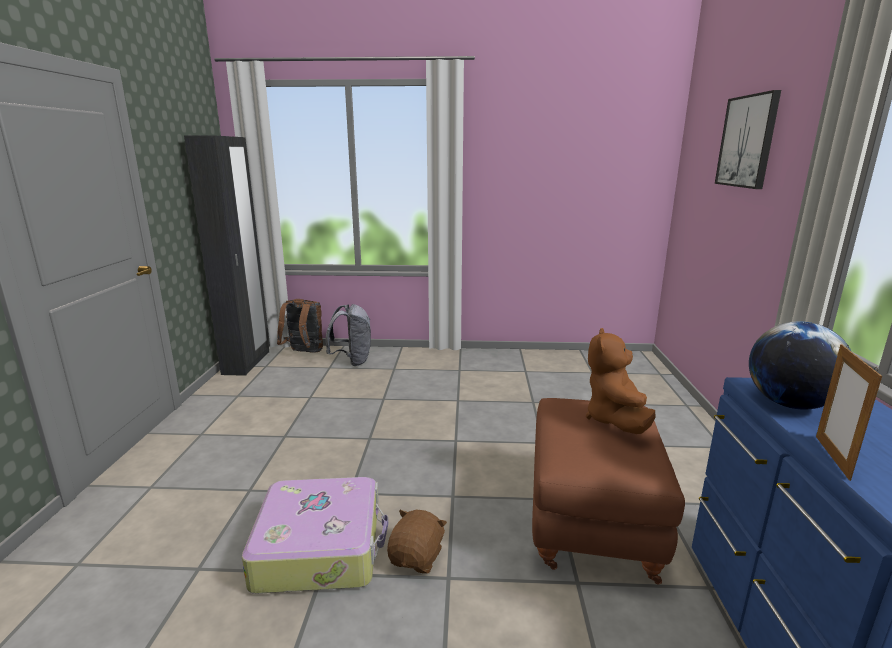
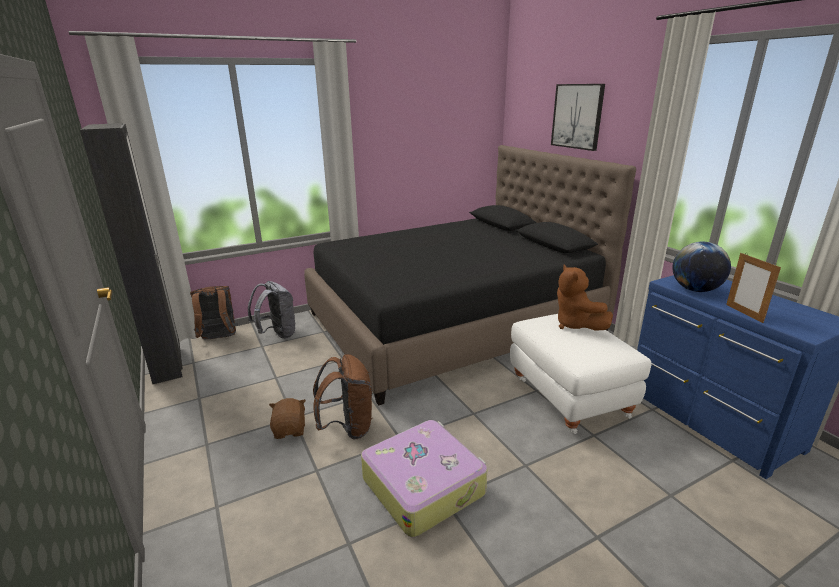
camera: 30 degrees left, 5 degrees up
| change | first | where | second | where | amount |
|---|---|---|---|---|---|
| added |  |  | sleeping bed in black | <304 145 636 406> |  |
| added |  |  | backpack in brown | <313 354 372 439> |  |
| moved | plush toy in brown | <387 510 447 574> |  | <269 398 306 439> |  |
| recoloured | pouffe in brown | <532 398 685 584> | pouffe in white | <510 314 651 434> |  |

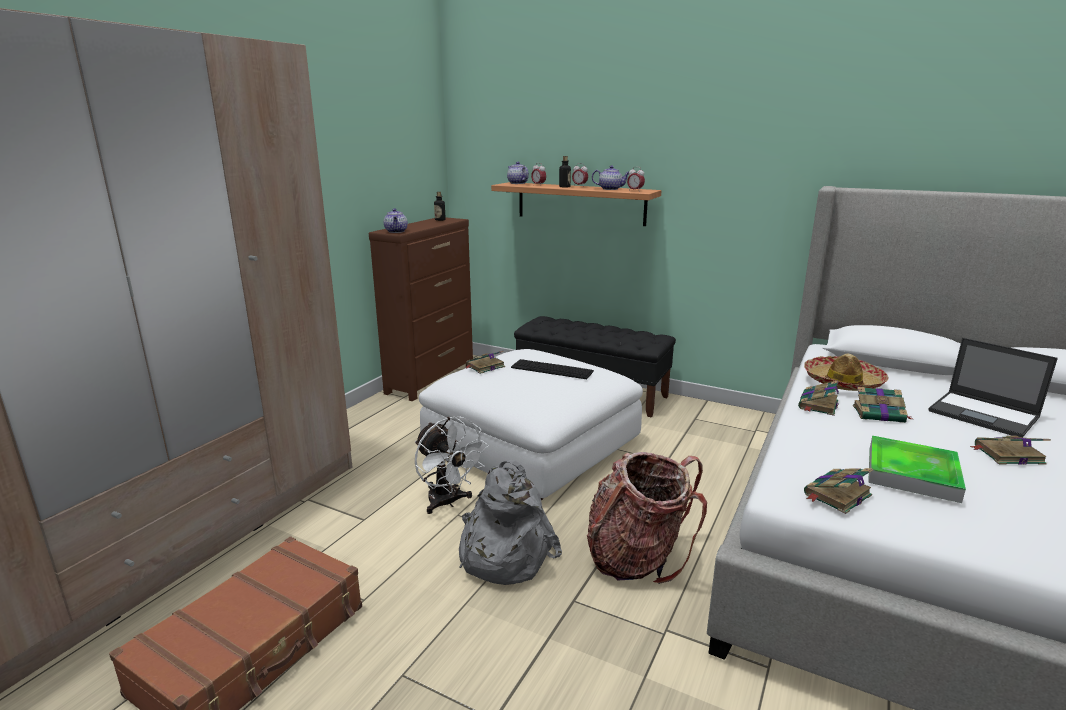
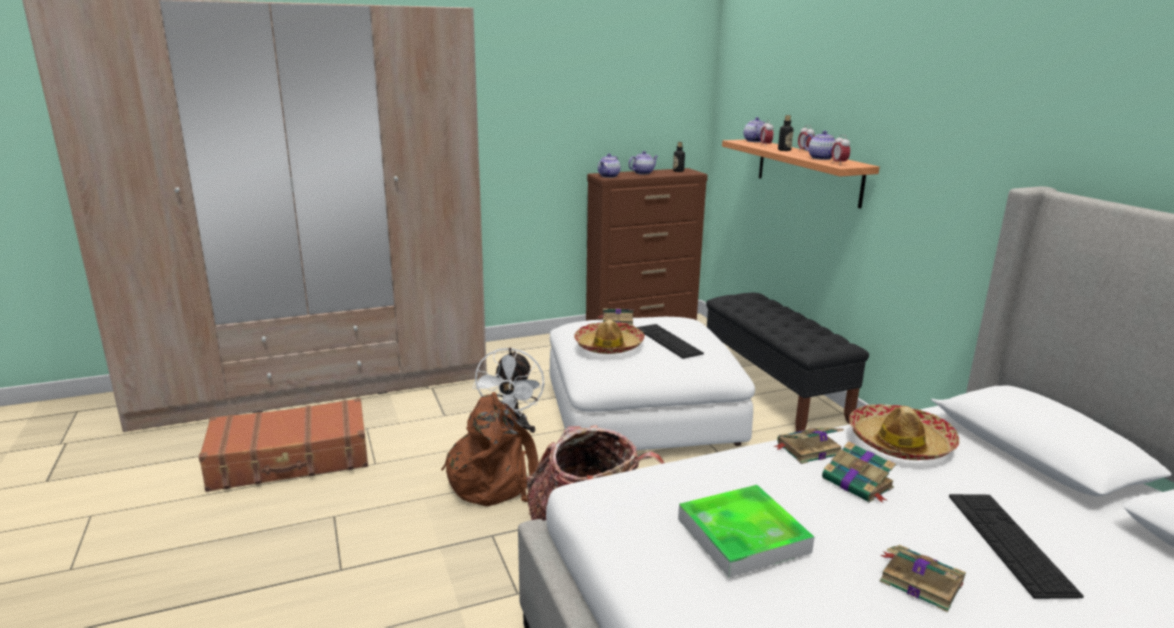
camera: 40 degrees right, 0 degrees up
| change | first | where | second | where | amount |
|---|---|---|---|---|---|
| removed | bound book | <804 468 873 514> |  |  |  |
| added |  |  | clothing hat | <574 320 645 354> |  |
| added |  |  | tea pot | <628 151 658 175> |  |
| replaced | laptop | <928 338 1058 437> | computer keyboard | <949 494 1084 599> |  |
| recoloured | backpack in grey | <459 460 562 585> | backpack in brown | <441 392 539 506> |  |

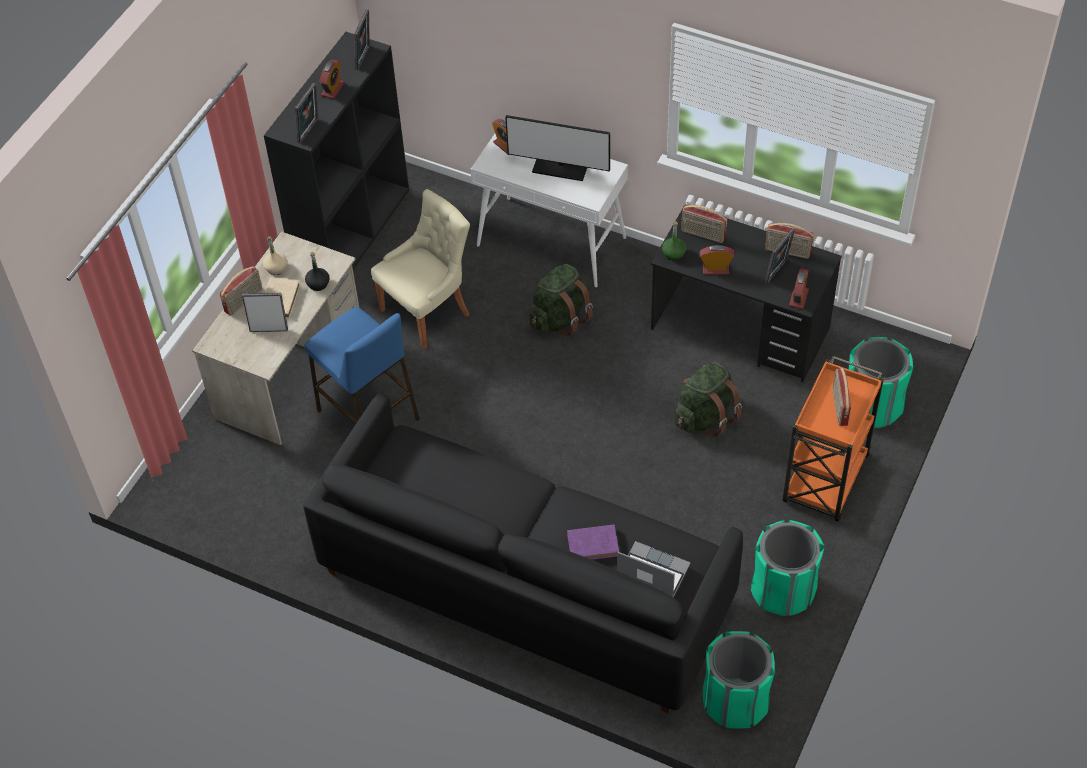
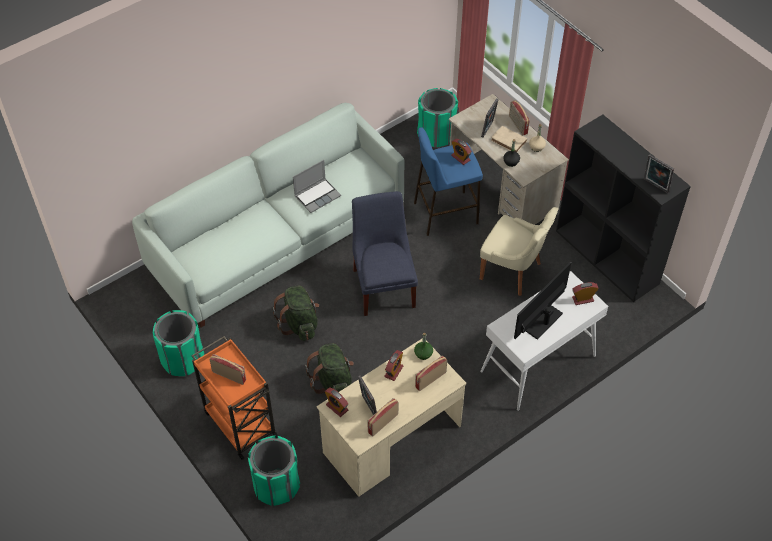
camera: 115 degrees right, 0 degrees up
| change | first | where | second | where | amount |
|---|---|---|---|---|---|
| removed | picture frame | <295 83 318 144> |  |  |  |
| removed | bound book in purple-coloured | <567 525 619 560> |  |  |  |
| added |  |  | upright chair in blue | <352 191 418 316> |  |
| moved | alarm clock | <319 60 344 99> |  | <451 139 472 165> |  |
| moved | backpack in greenish | <530 264 593 337> |  | <272 286 319 341> |  |
| moved | laptop | <617 541 691 598> |  | <293 160 341 213> |  |
| moved | trash can in greenish | <703 631 775 728> |  | <417 88 458 148> |  |
| recoloured | sofa in black | <303 393 743 713> | sofa in white | <132 103 404 328> |  |
| recoloured | desk table in black | <651 205 842 382> | desk table in beige-coloured | <316 338 467 497> |  |
| turned | upright chair in beige-coloured | <371 189 470 349> |  | <480 207 558 296> | 45 degrees counterclockwise |

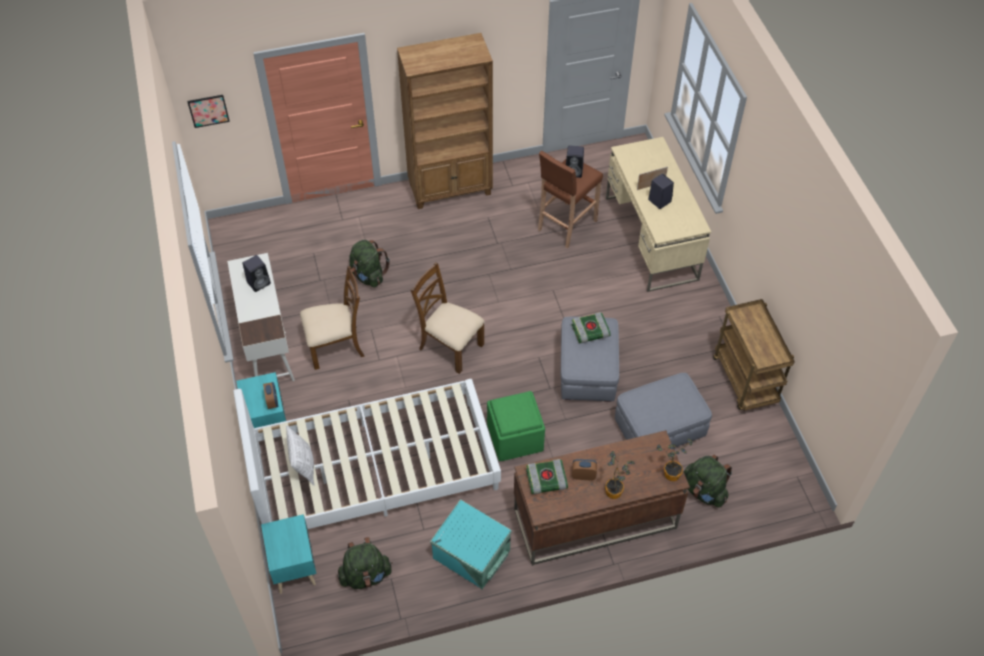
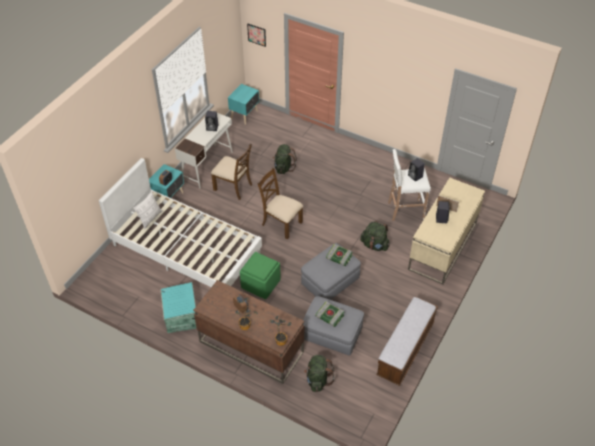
camera: 45 degrees right, 5 degrees down
| change | first | where | second | where | amount |
|---|---|---|---|---|---|
| removed | bookcase in brown | <397 33 493 209> |  |  |  |
| moved | night table in turquoise-coloured | <261 514 316 594> |  | <228 84 259 125> |  |
| moved | backpack in greenish | <337 537 393 589> |  | <360 221 390 251> |  |
| moved | bound book | <526 459 568 494> |  | <315 302 344 327> |  |
| replaced | trolley in brown | <713 299 795 411> | long seat | <376 296 438 386> |  |
| recoloured | sitting stool in brown | <538 151 603 248> | sitting stool in white | <388 149 431 221> |  |
| turned | upright chair in brown | <410 262 485 374> |  | <257 168 303 239> | 45 degrees counterclockwise |

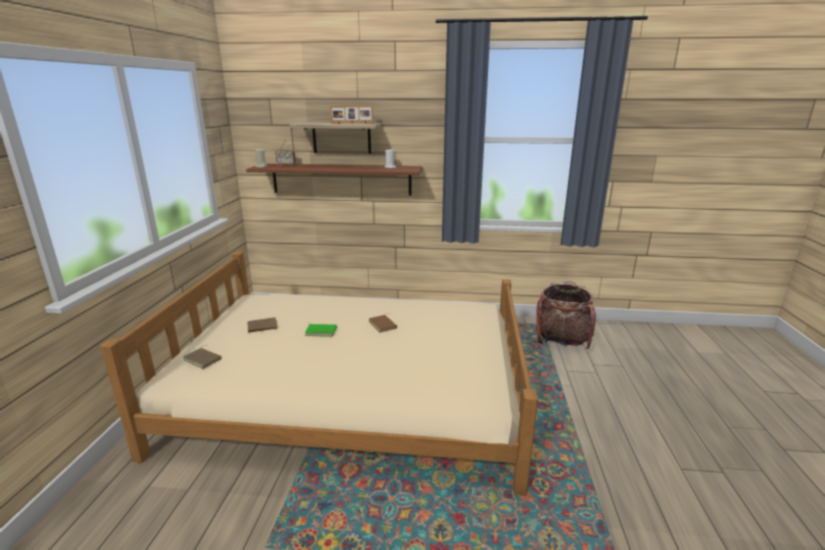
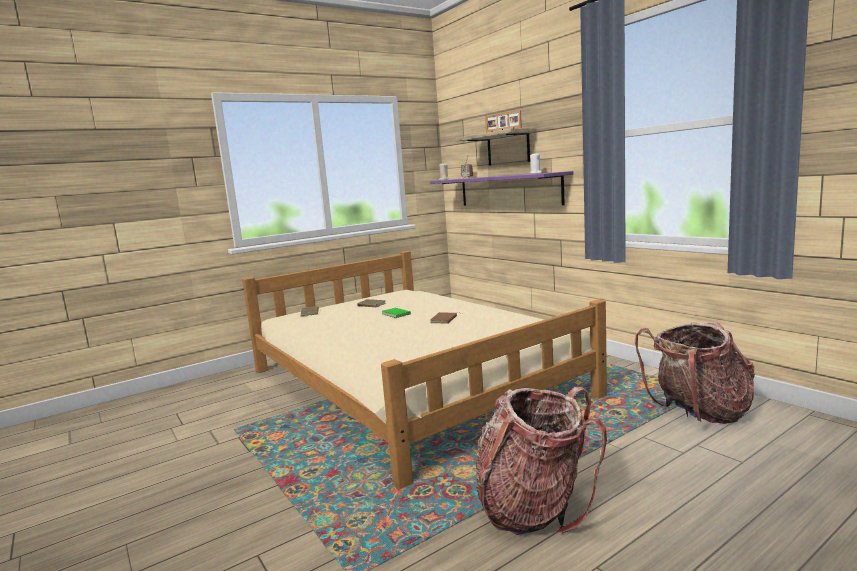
camera: 50 degrees right, 10 degrees down
| change | first | where | second | where | amount |
|---|---|---|---|---|---|
| added |  |  | backpack | <476 387 607 535> |  |
| recoloured | wall shelf in brown | <246 164 422 195> | wall shelf in purple-coloured | <430 171 573 206> |  |

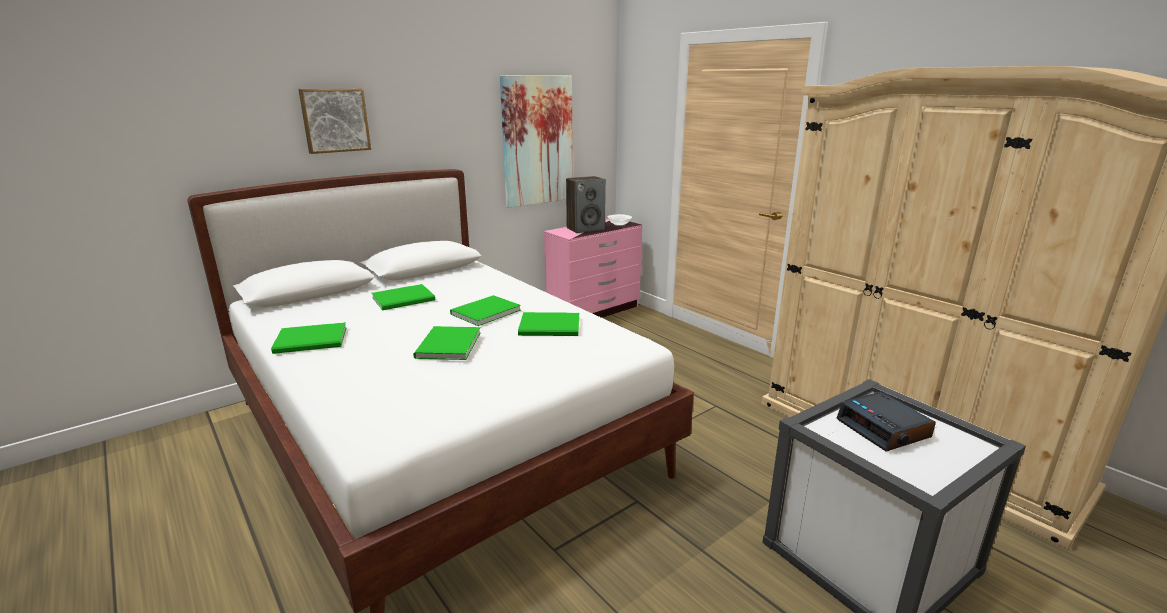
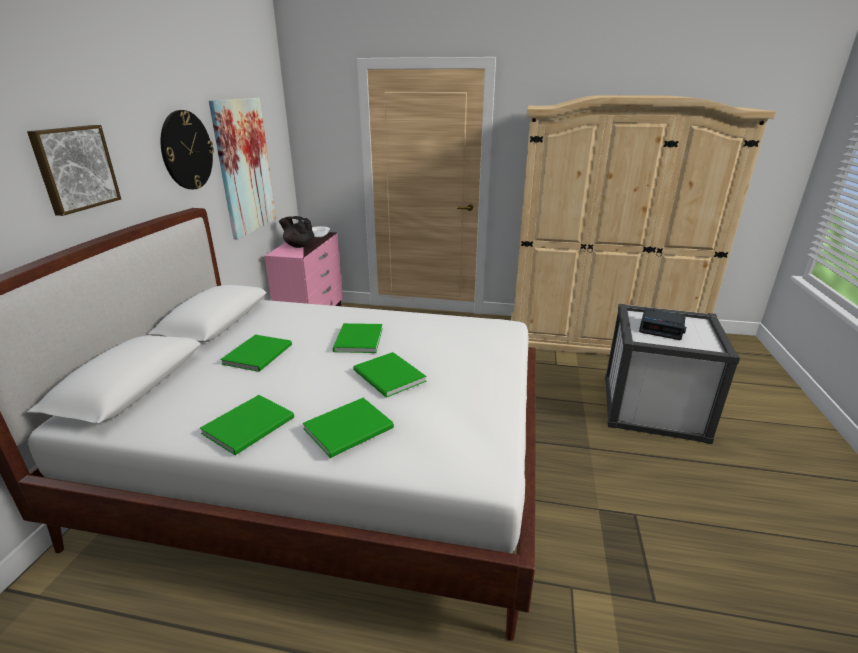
camera: 40 degrees left, 5 degrees up
| change | first | where | second | where | amount |
|---|---|---|---|---|---|
| added |  |  | clock on the wall | <160 110 214 189> |  |
| moved | bound book in greenish | <518 312 579 336> |  | <303 398 394 458> |  |
| replaced | audio speaker | <566 176 606 233> | tea pot in black | <279 216 314 248> |  |

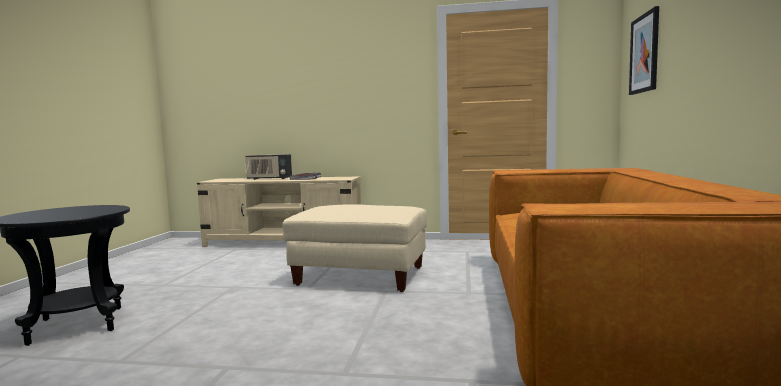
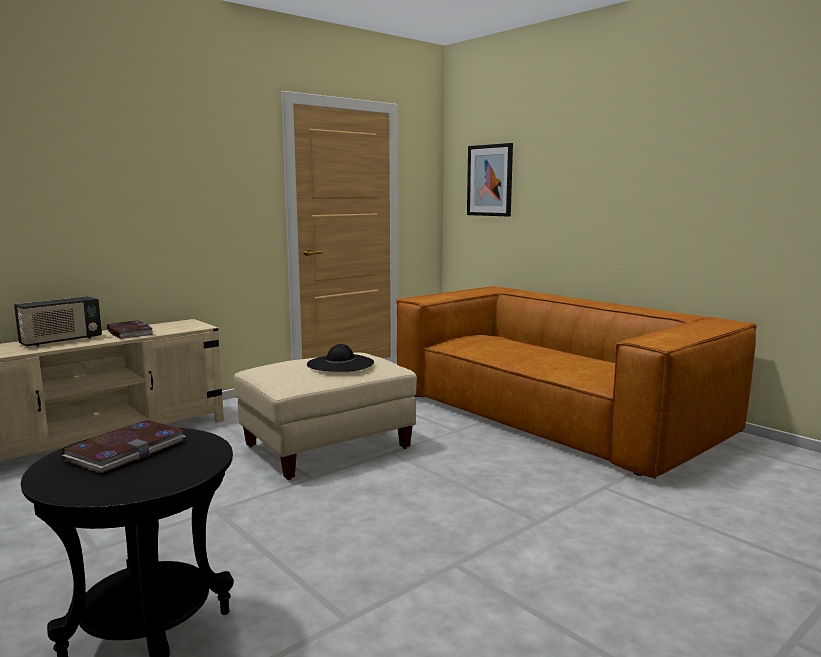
camera: 50 degrees left, 5 degrees up
| change | first | where | second | where | amount |
|---|---|---|---|---|---|
| added |  |  | bound book | <62 420 186 473> |  |
| added |  |  | clothing hat in black | <307 344 374 372> |  |

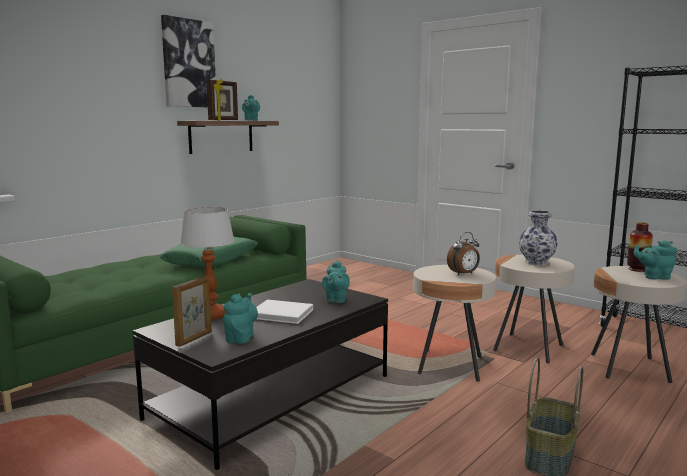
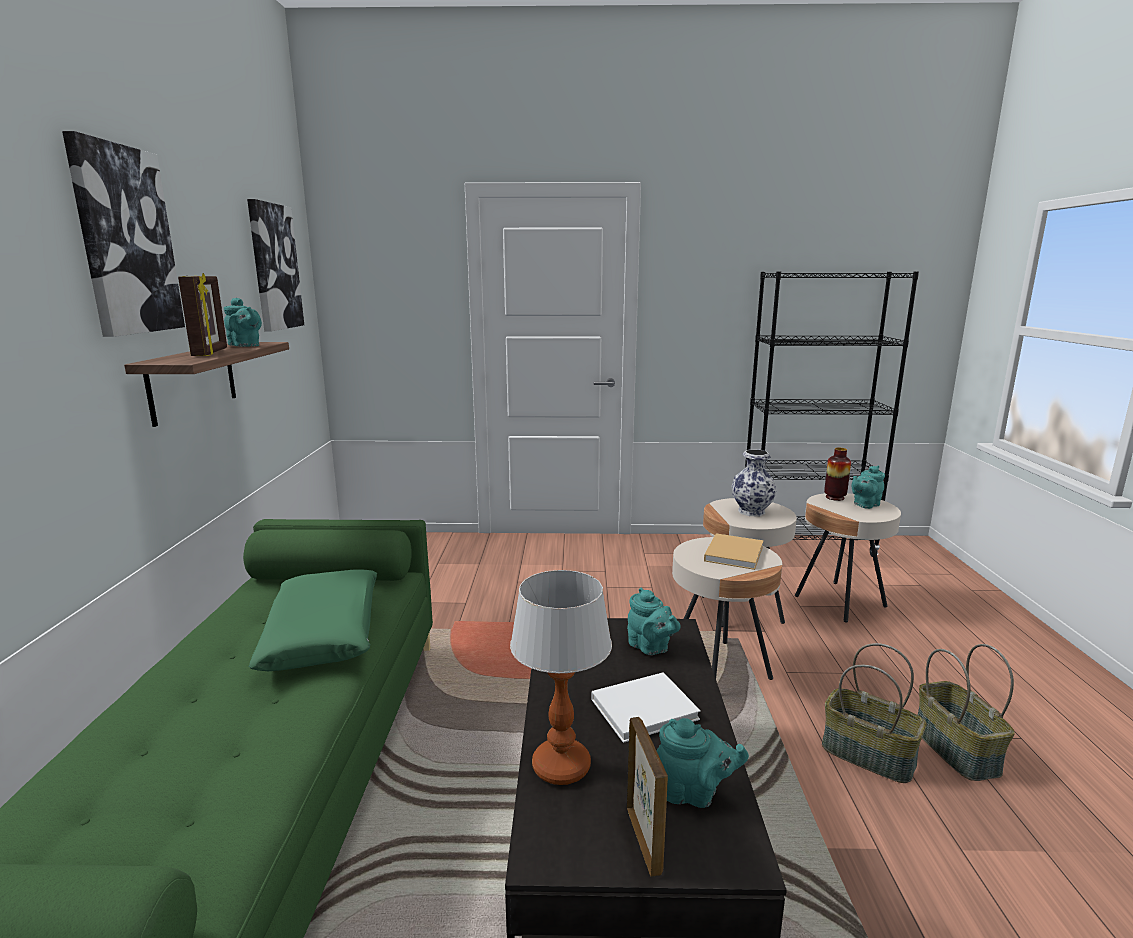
camera: 40 degrees left, 5 degrees up
| change | first | where | second | where | amount |
|---|---|---|---|---|---|
| added |  |  | picture | <247 199 304 331> |  |
| added |  |  | household basket | <822 643 927 783> |  |
| replaced | alarm clock | <447 232 480 275> | bound book in beige-coloured | <704 533 764 570> |  |
| turned | tea pot in turquoise-coloured | <223 293 258 344> |  | <657 718 749 808> | 135 degrees clockwise |

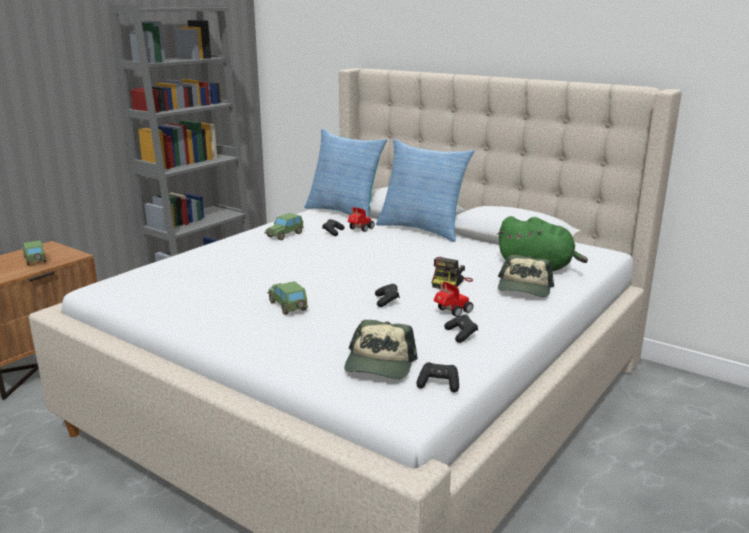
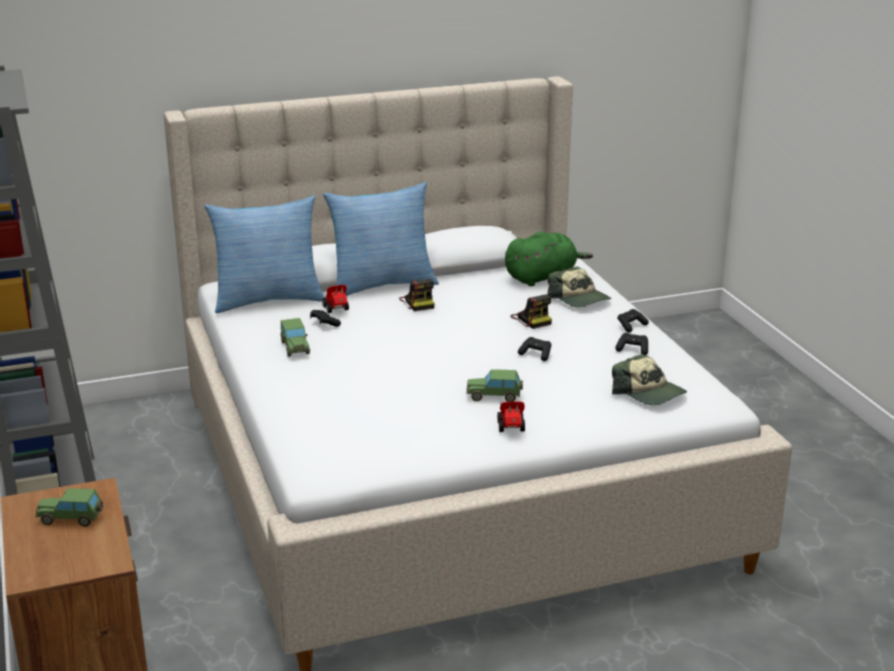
camera: 55 degrees left, 5 degrees up
| change | first | where | second | where | amount |
|---|---|---|---|---|---|
| added |  |  | photo camera | <399 279 435 311> |  |
| moved | game controller in black | <416 362 459 393> |  | <617 309 649 333> |  |
| moved | model car | <434 281 473 317> |  | <497 401 525 432> |  |

